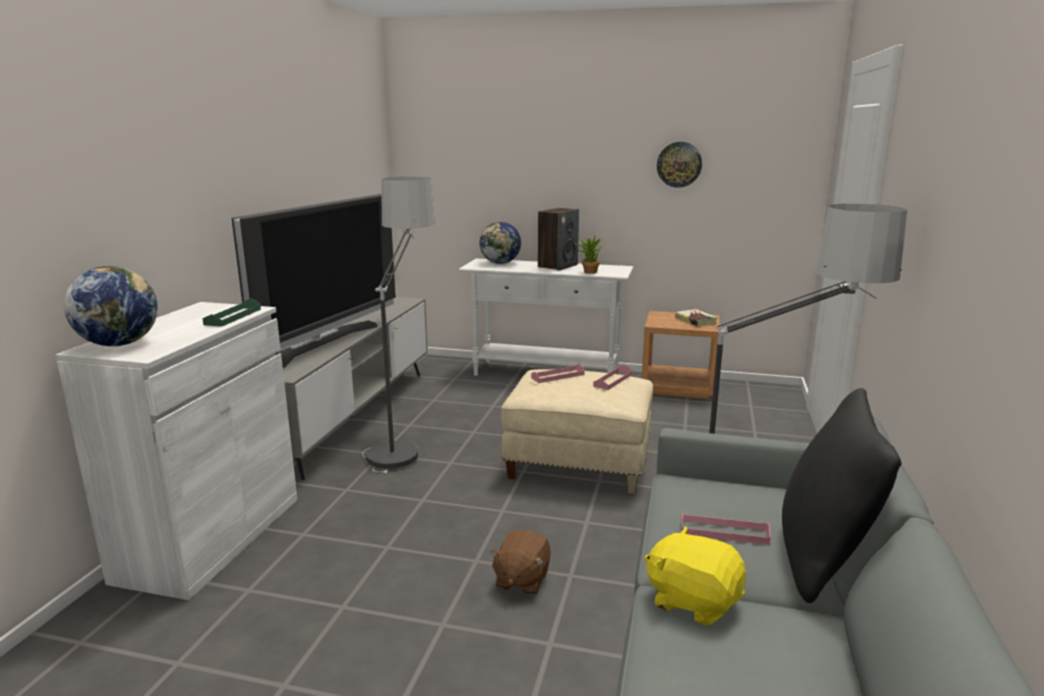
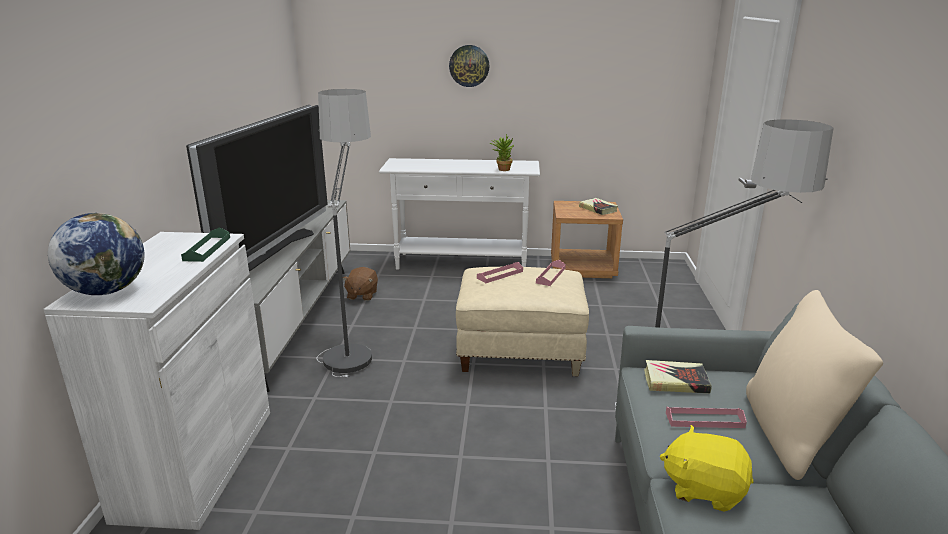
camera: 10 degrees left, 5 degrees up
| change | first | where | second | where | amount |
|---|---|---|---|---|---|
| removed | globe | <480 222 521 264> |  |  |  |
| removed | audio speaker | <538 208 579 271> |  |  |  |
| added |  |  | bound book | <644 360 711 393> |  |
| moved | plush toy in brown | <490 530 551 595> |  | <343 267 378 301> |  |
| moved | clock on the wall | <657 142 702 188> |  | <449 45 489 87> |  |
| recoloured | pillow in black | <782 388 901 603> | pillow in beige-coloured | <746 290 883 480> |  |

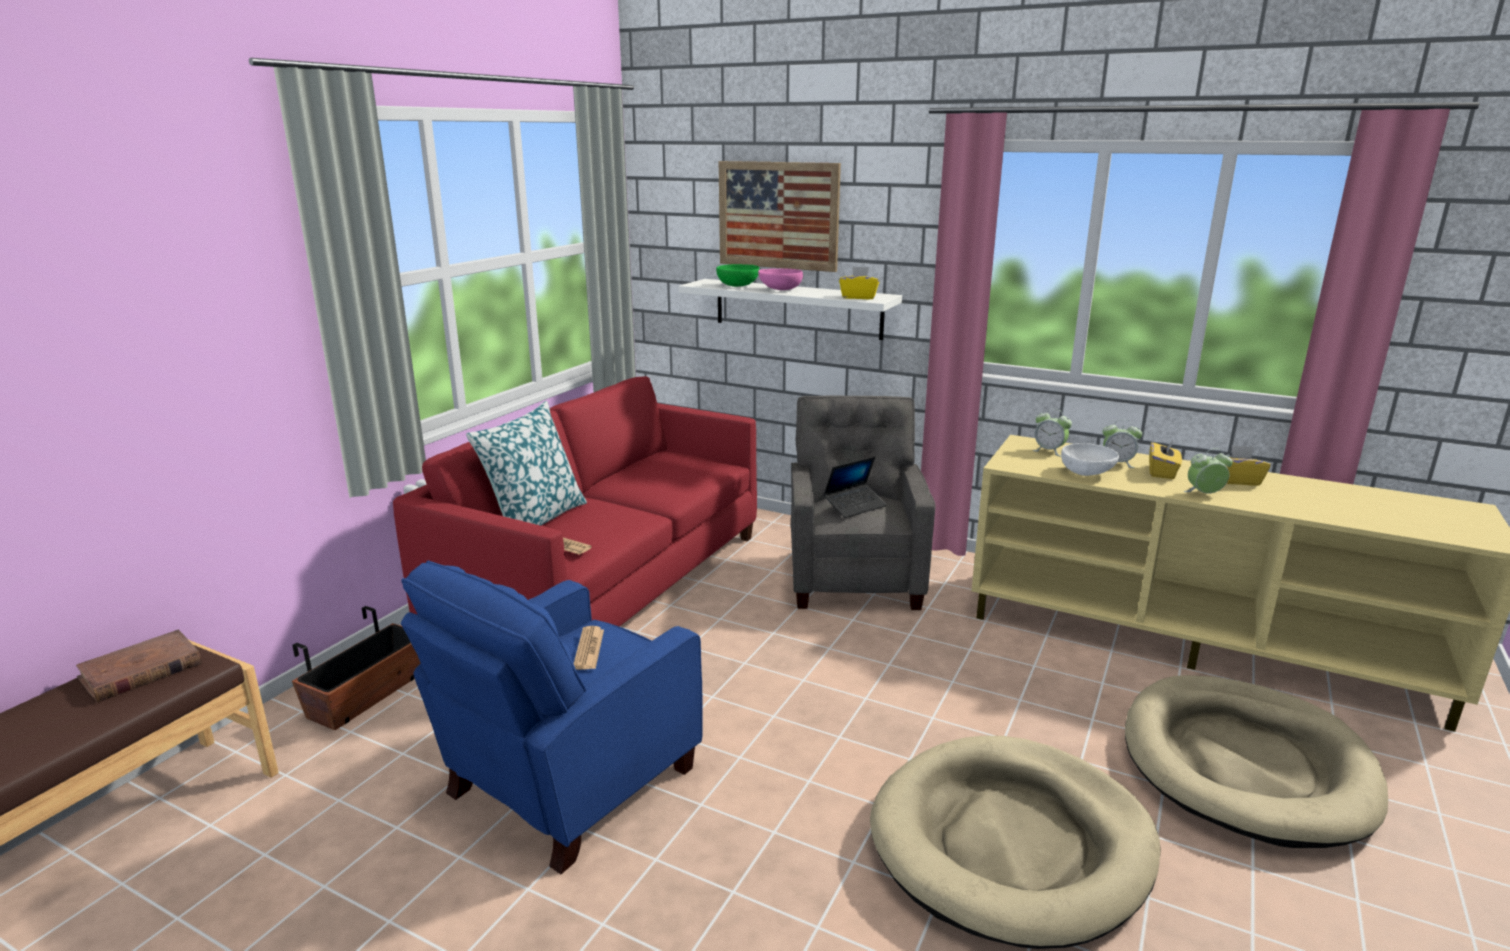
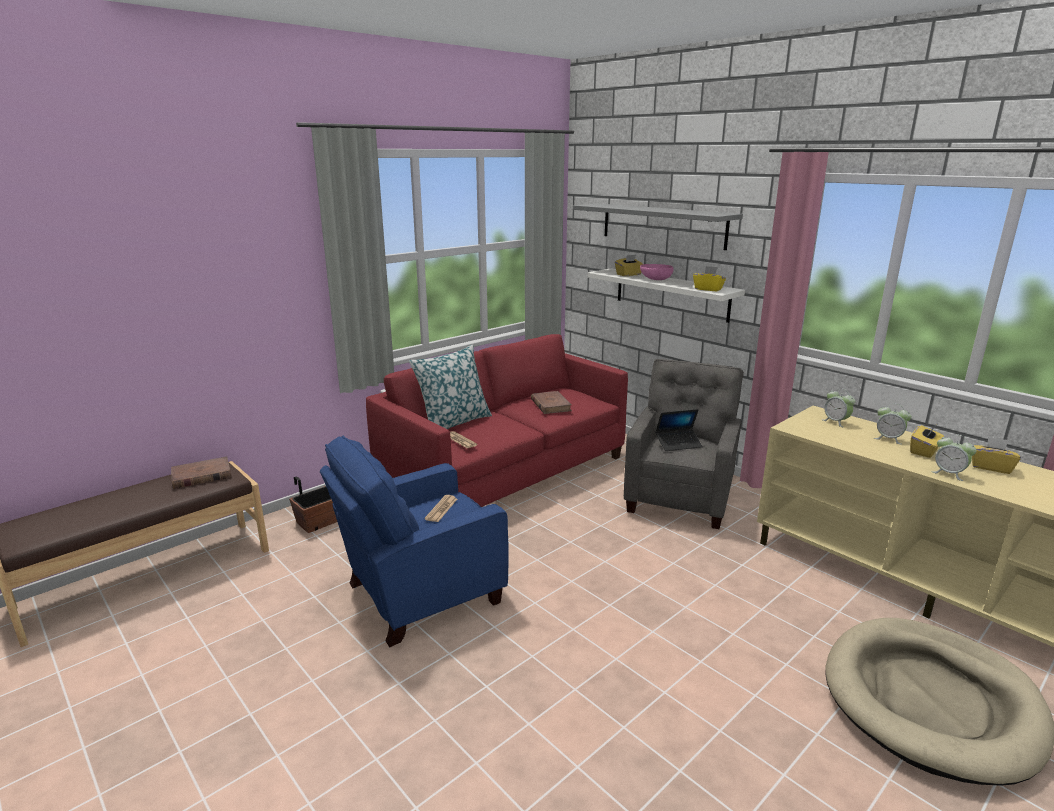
camera: 20 degrees right, 0 degrees up
| change | first | where | second | where | amount |
|---|---|---|---|---|---|
| removed | dog cushion in beige-coloured | <870 736 1161 949> |  |  |  |
| removed | deep dish in white | <1061 443 1119 476> |  |  |  |
| added |  |  | bound book in brown | <531 391 572 414> |  |
| replaced | deep dish in greenish | <716 264 759 287> | box of tissues in yellowish | <615 255 643 276> |  |
| replaced | picture | <719 161 841 272> | wall shelf in grey | <573 203 743 250> |  |
| turned | alarm clock | <1184 449 1233 494> |  | <931 434 977 481> | 150 degrees counterclockwise |

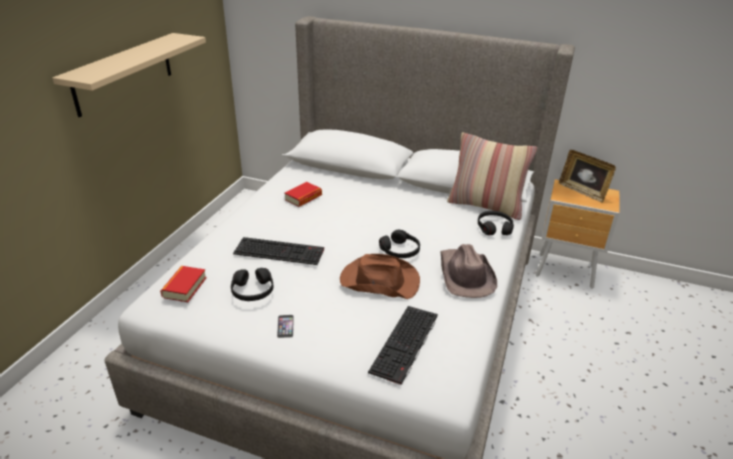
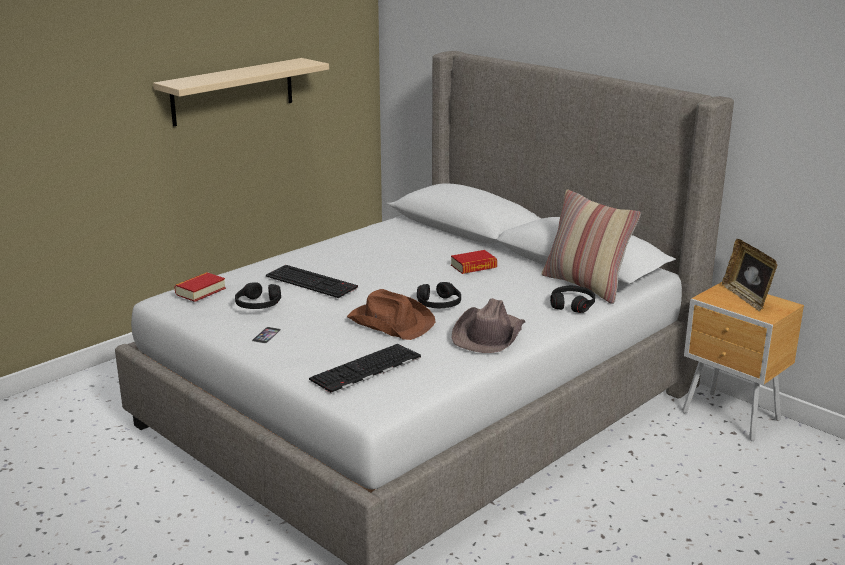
camera: 25 degrees right, 10 degrees down
| change | first | where | second | where | amount |
|---|---|---|---|---|---|
| moved | bound book | <285 182 322 207> |  | <451 250 497 274> |  |

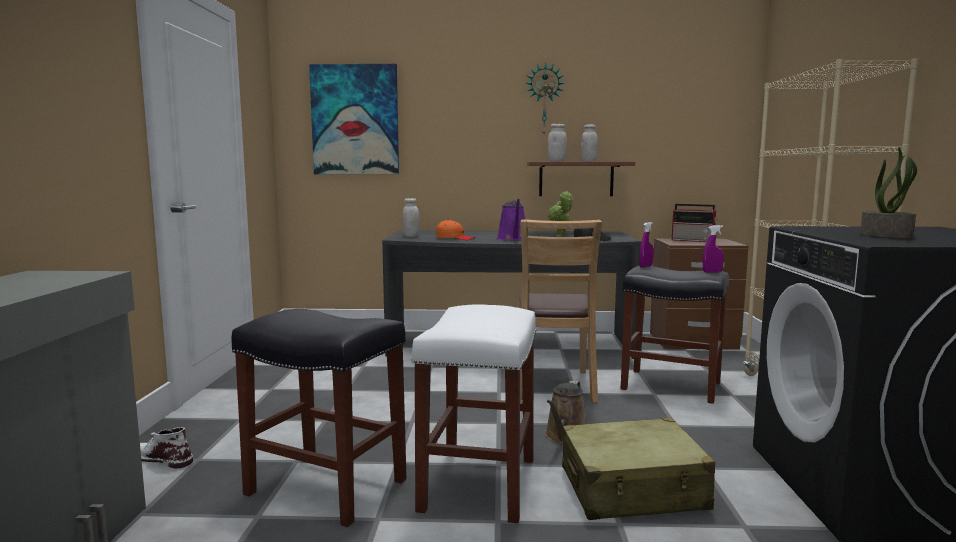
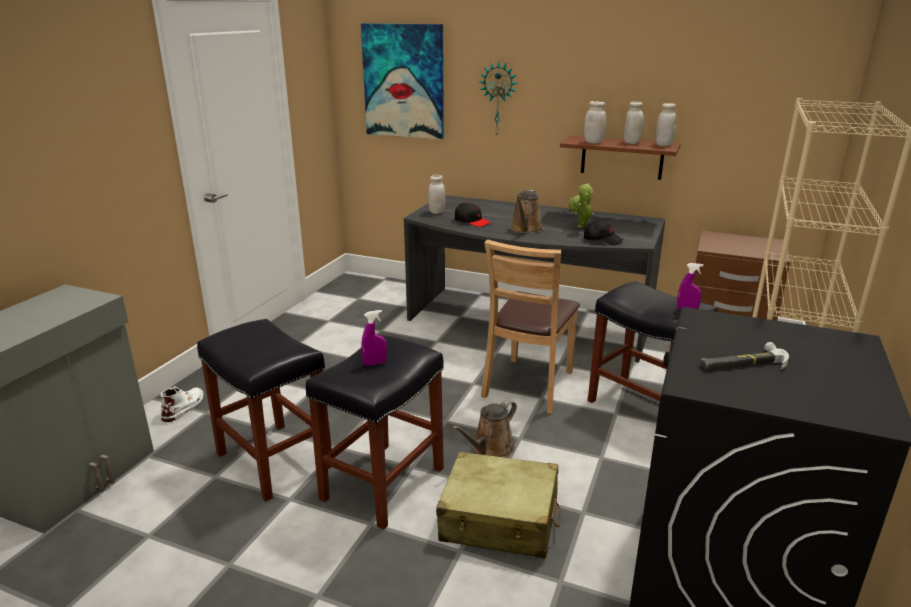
camera: 20 degrees right, 15 degrees up
| change | first | where | second | where | amount |
|---|---|---|---|---|---|
| removed | radio | <672 204 717 242> |  |  |  |
| added |  |  | jar in white | <656 103 676 146> |  |
| moved | clock on the wall | <526 63 564 135> |  | <480 61 518 137> |  |
| moved | spray bottle in purple-coloured | <639 222 654 268> |  | <361 310 387 366> |  |
| replaced | plant in a pot | <860 147 917 239> | hand hammer | <700 342 789 370> |  |
| recoloured | sitting stool in white | <411 304 537 523> | sitting stool in black | <306 335 444 530> |  |
| recoloured | cap in orange-coloured | <436 220 475 240> | cap in black | <455 202 491 227> |  |
| recoloured | sprinkling can in purple-coloured | <497 199 525 241> | sprinkling can in brown | <510 190 543 233> |  |
| turned | boot in white | <140 427 193 468> |  | <161 386 204 422> | 60 degrees clockwise |

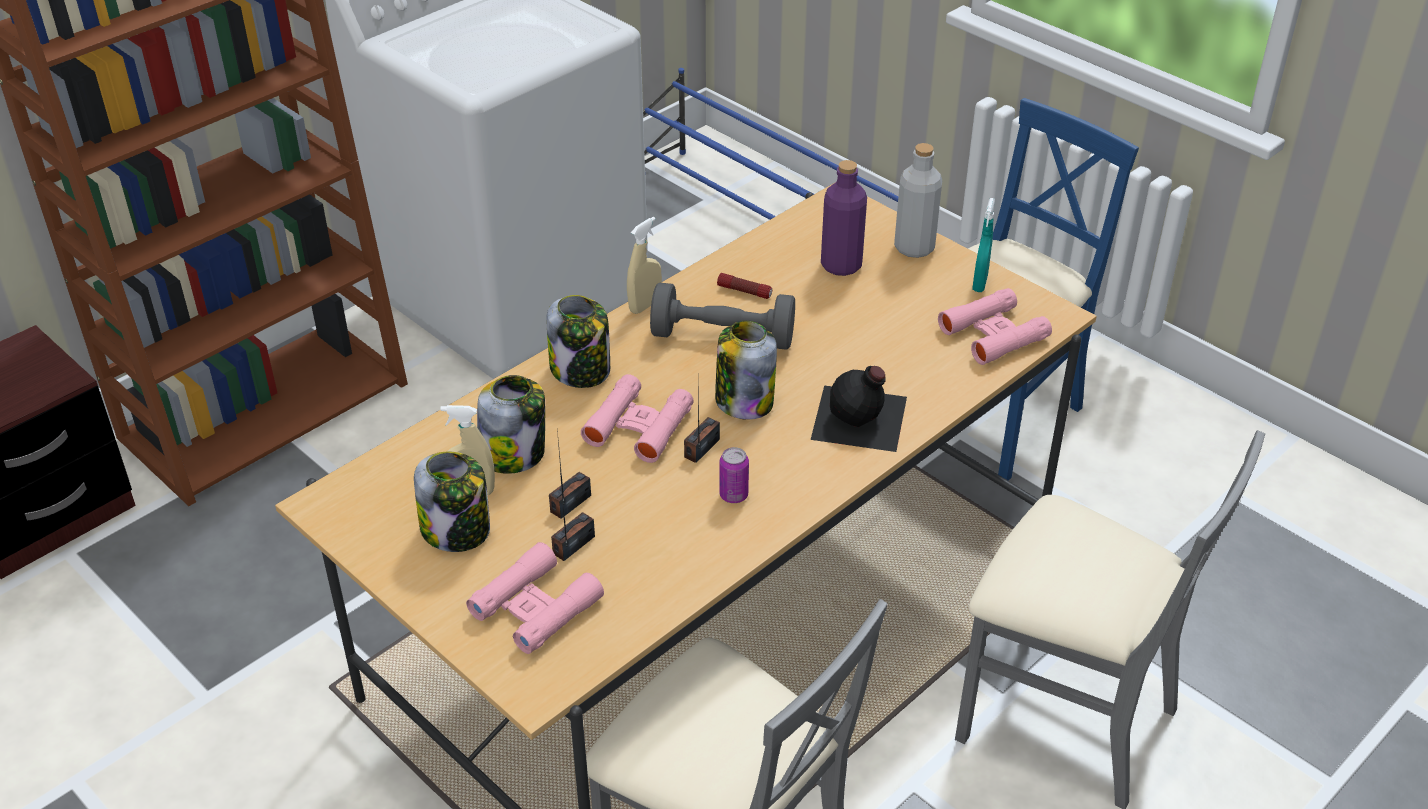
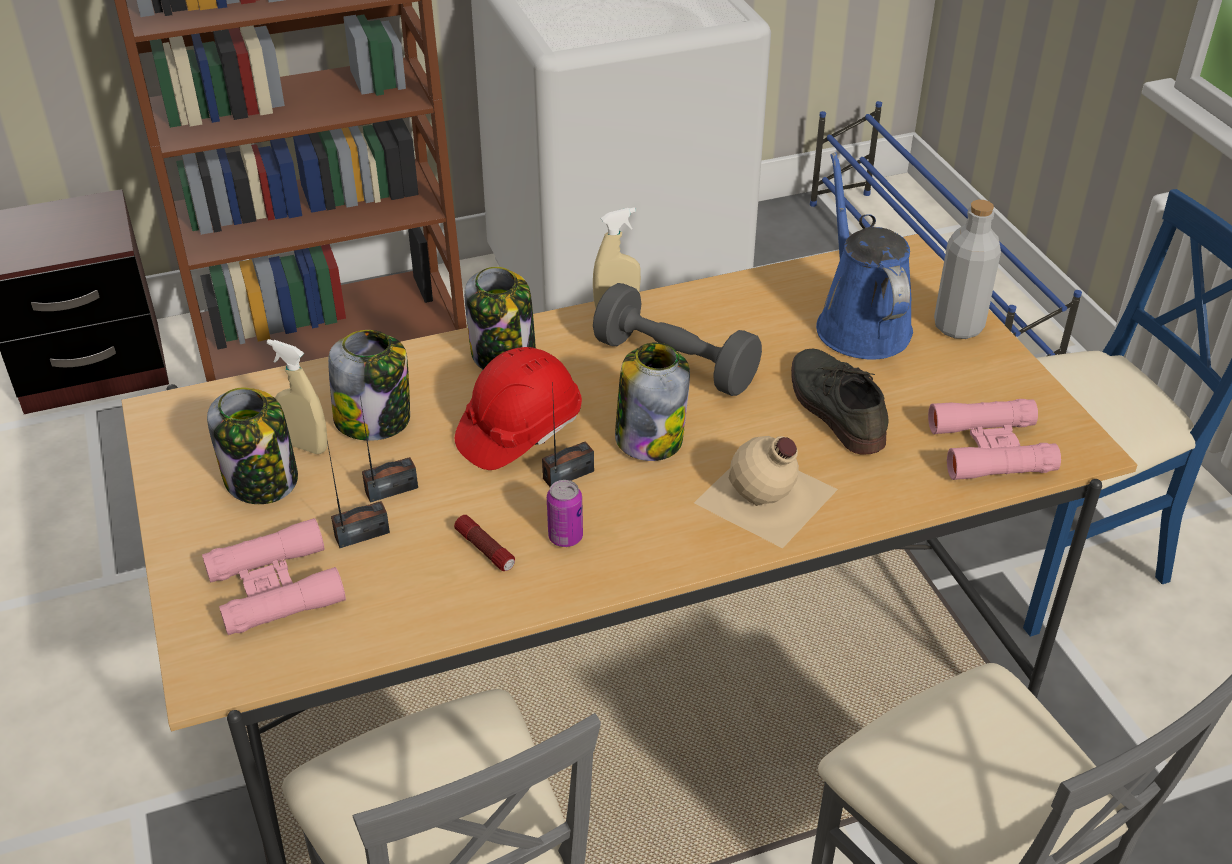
camera: 25 degrees right, 0 degrees up
| change | first | where | second | where | amount |
|---|---|---|---|---|---|
| removed | spray bottle in turquoise-coloured | <972 198 995 292> |  |  |  |
| added |  |  | shoe in grey | <791 349 889 455> |  |
| moved | hand torch | <717 273 772 299> |  | <454 515 515 571> |  |
| replaced | field glasses in pink-coloured | <581 374 693 463> | hard hat in reddish | <455 347 582 470> |  |
| replaced | bottle in purple-coloured | <821 160 867 276> | sprinkling can in blue | <816 152 913 360> |  |
| recoloured | bottle in black | <811 366 907 452> | bottle in beige-coloured | <694 436 838 548> |  |

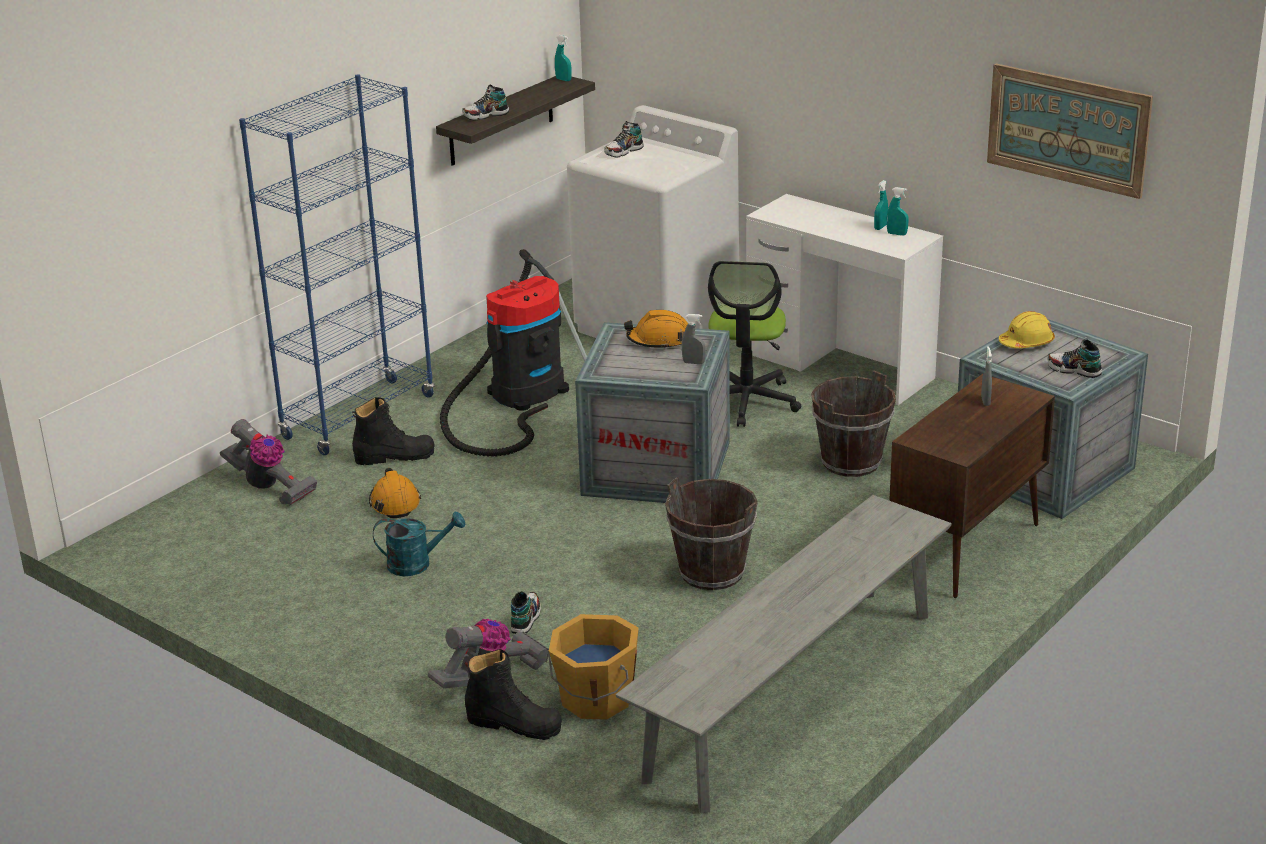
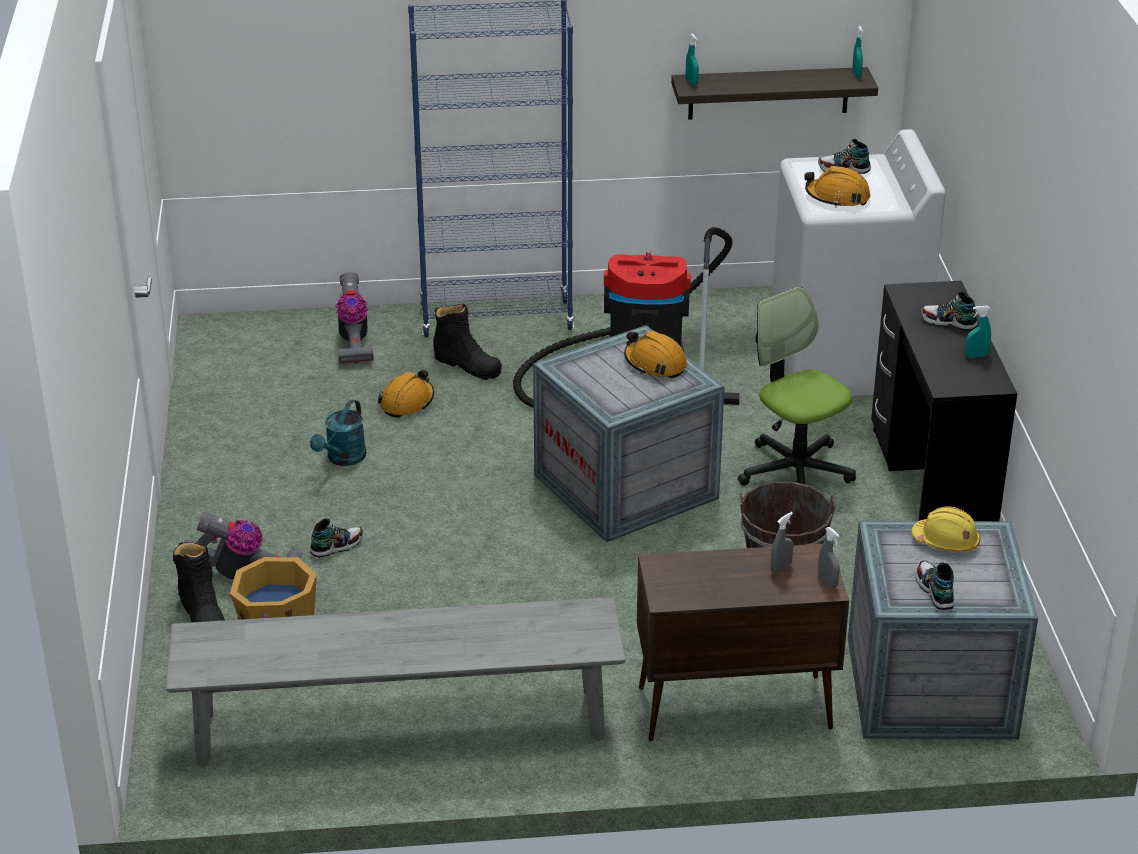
camera: 45 degrees right, 5 degrees up
| change | first | where | second | where | amount |
|---|---|---|---|---|---|
| removed | bucket in brown | <665 477 758 590> |  |  |  |
| removed | picture | <987 64 1153 199> |  |  |  |
| added |  |  | hard hat in orange-coloured | <804 166 871 207> |  |
| moved | shoe | <462 85 509 121> |  | <921 292 978 331> |  |
| moved | spray bottle in grey | <682 314 706 364> |  | <818 527 840 588> |  |
| moved | spray bottle in turquoise-coloured | <887 187 909 236> |  | <686 34 699 85> |  |
| recoloured | desk table in white | <746 194 943 405> | desk table in black | <871 281 1017 521> |  |
| turned | sprinkling can in turquoise-coloured | <373 511 466 576> |  | <310 399 366 466> | 75 degrees clockwise |
| turned | desk chair | <708 261 801 427> |  | <738 286 856 486> | 90 degrees clockwise |

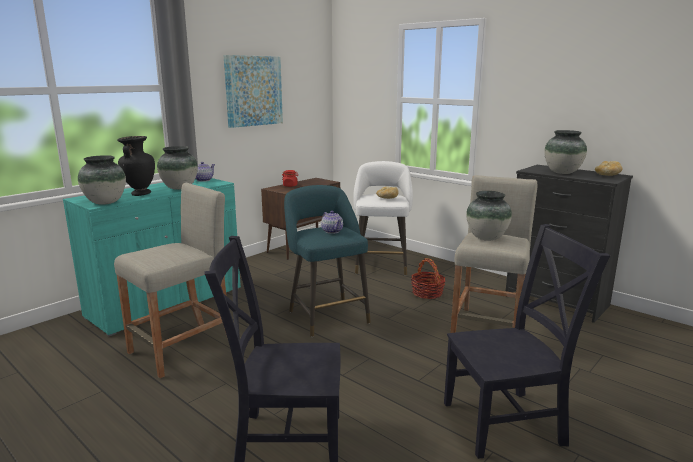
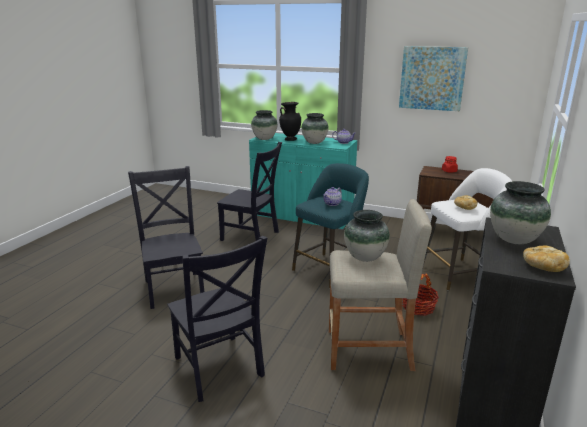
camera: 70 degrees right, 5 degrees up
| change | first | where | second | where | amount |
|---|---|---|---|---|---|
| replaced | sitting stool in beige-coloured | <114 183 227 378> | upright chair in black | <217 142 282 241> |  |

